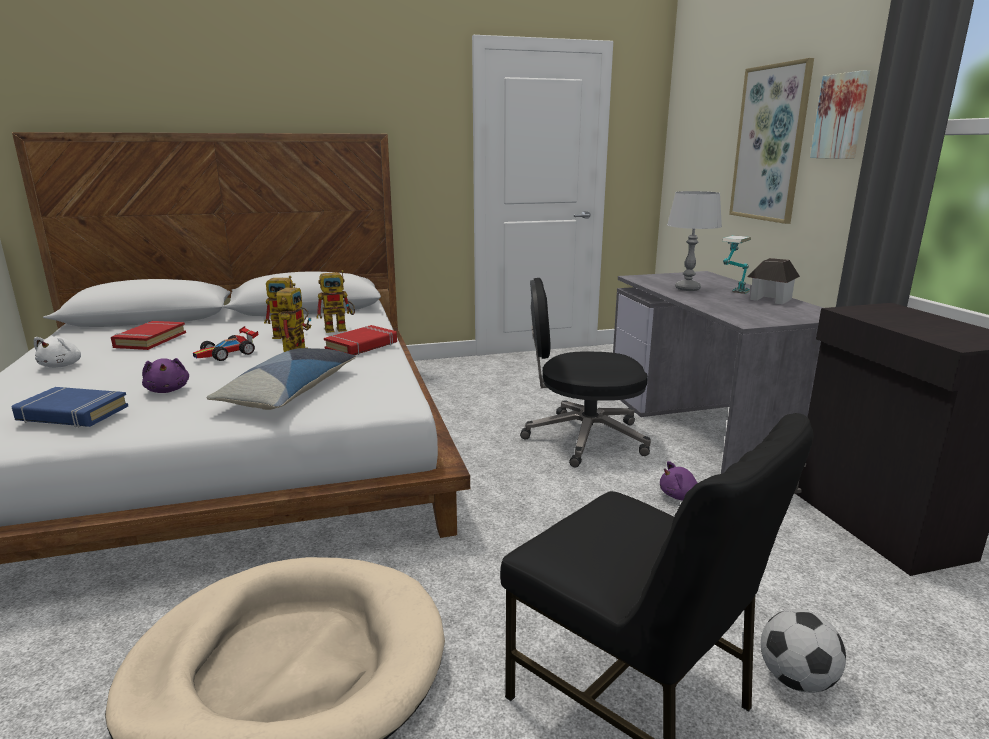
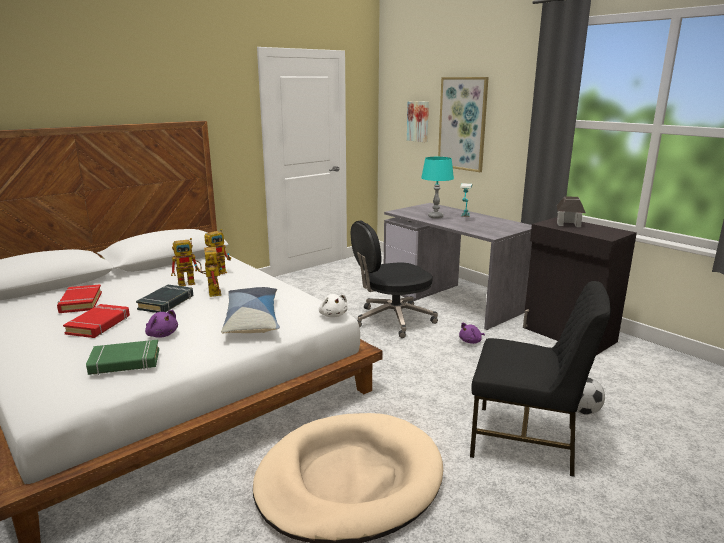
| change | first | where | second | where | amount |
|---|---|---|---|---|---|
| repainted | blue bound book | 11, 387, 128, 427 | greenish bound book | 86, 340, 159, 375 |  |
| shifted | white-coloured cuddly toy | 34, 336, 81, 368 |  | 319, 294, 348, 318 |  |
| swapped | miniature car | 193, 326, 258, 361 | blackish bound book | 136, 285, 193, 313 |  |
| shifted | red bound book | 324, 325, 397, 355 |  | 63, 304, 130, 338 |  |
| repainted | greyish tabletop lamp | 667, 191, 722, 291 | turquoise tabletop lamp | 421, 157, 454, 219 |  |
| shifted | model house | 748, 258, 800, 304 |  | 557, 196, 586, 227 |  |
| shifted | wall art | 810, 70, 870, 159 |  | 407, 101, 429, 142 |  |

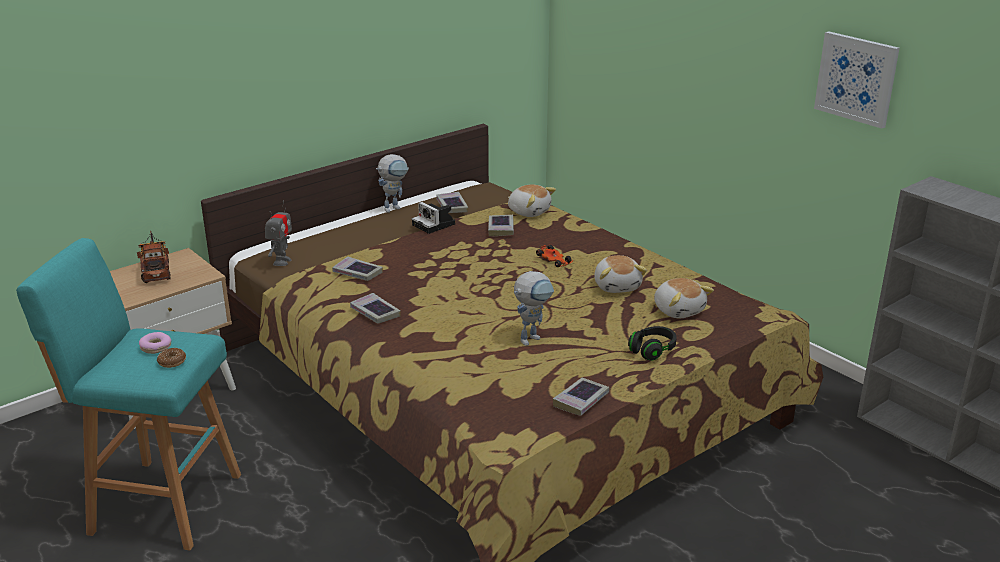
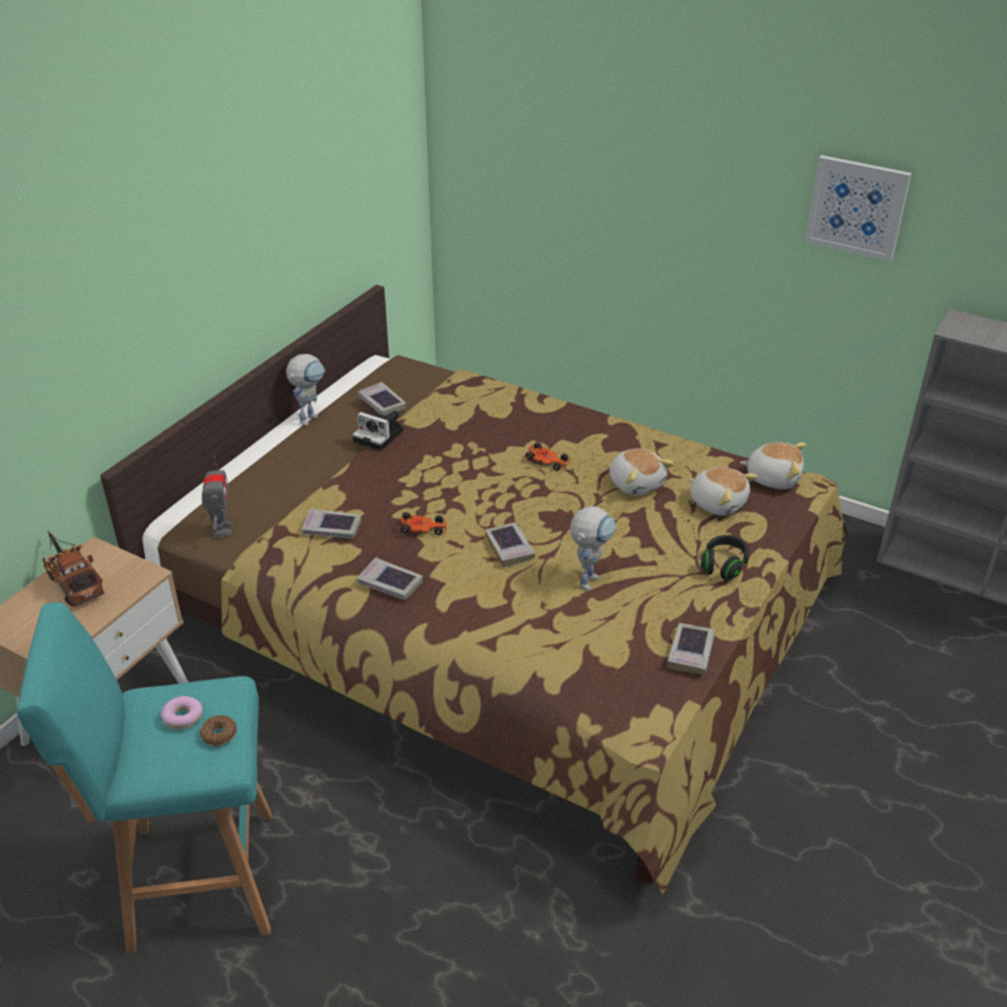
| change | first | where | second | where | amount |
|---|---|---|---|---|---|
| shifted | bound book | 488, 215, 514, 236 |  | 485, 522, 535, 567 |  |
| shifted | cuddly toy | 508, 184, 556, 217 |  | 740, 442, 806, 489 |  |
| new |  |  | miniature car | 401, 512, 447, 535 |  |

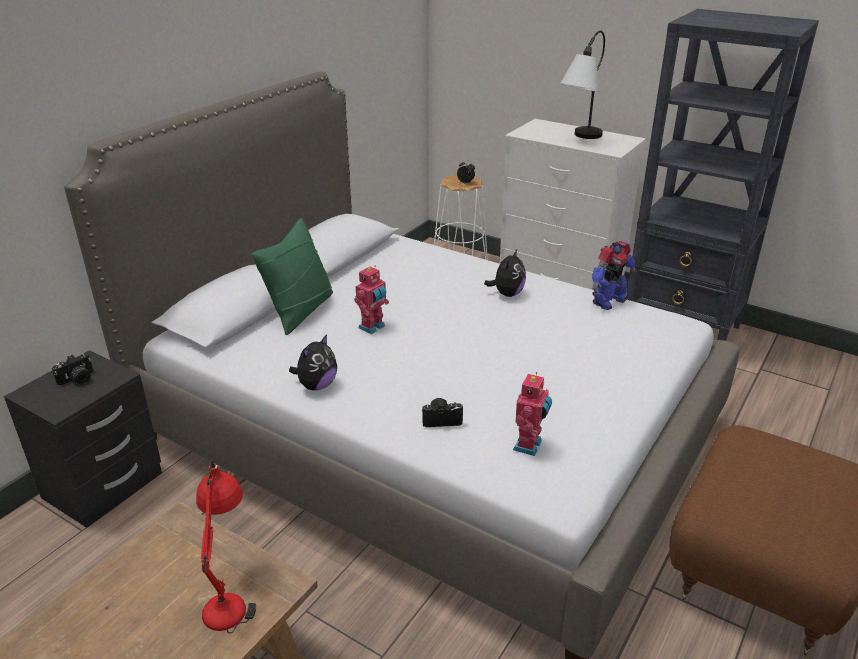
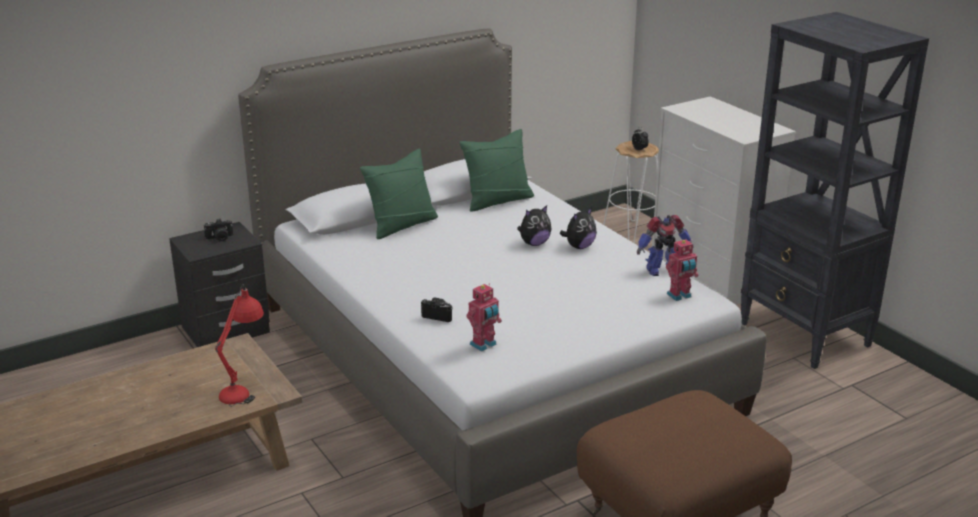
| change | first | where | second | where | amount |
|---|---|---|---|---|---|
| shifted | cuddly toy | 289, 335, 337, 390 |  | 517, 205, 551, 246 |  |
| shifted | model robot | 354, 266, 389, 334 |  | 666, 239, 698, 301 |  |
| gone | tabletop lamp | 560, 30, 605, 139 |  |  |  |
| new |  |  | greenish throw pillow | 459, 129, 534, 211 |  |

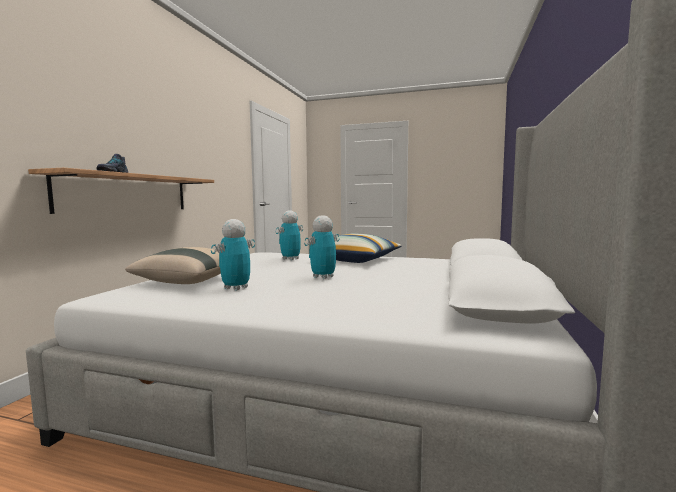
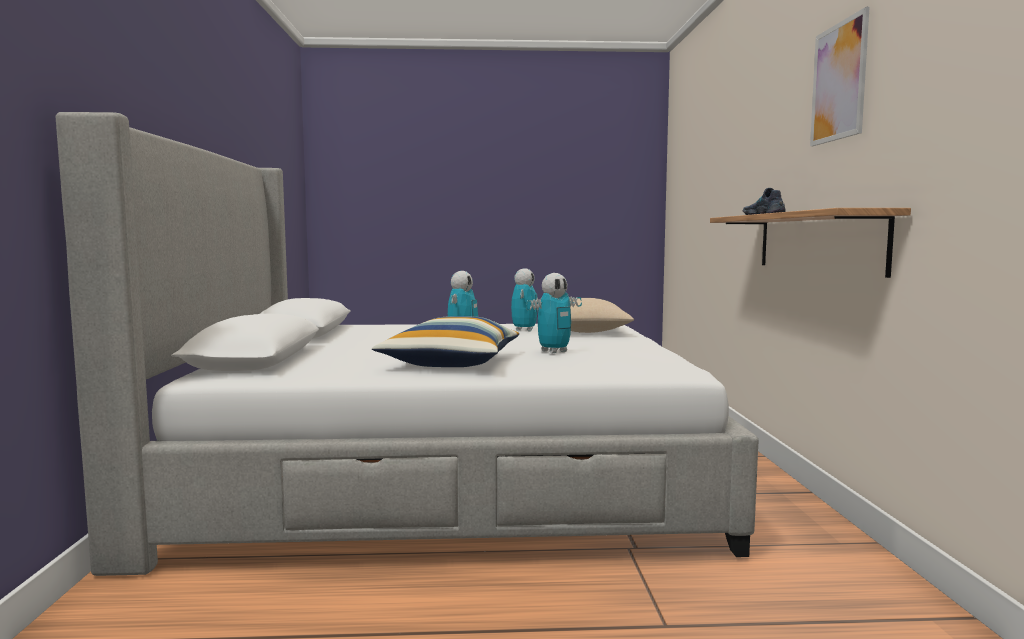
| change | first | where | second | where | amount |
|---|---|---|---|---|---|
| rotated | model robot | 276, 210, 303, 260 |  | 526, 273, 582, 353 | 45 degrees clockwise |
| new |  |  | wall art | 810, 7, 870, 146 |  |

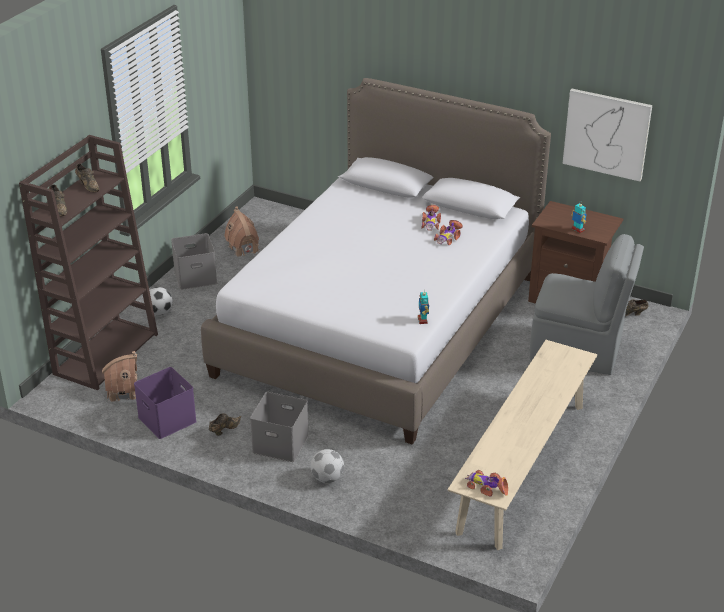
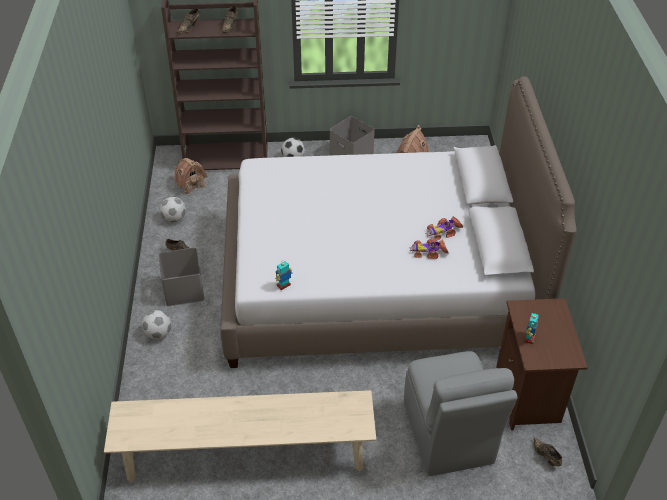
| change | first | where | second | where | amount |
|---|---|---|---|---|---|
| swapped | purple-coloured storage container | 134, 367, 197, 439 | football | 160, 197, 186, 223 |  |
| gone | miniature car | 465, 470, 508, 496 |  |  |  |
| gone | wall art | 563, 89, 652, 182 |  |  |  |

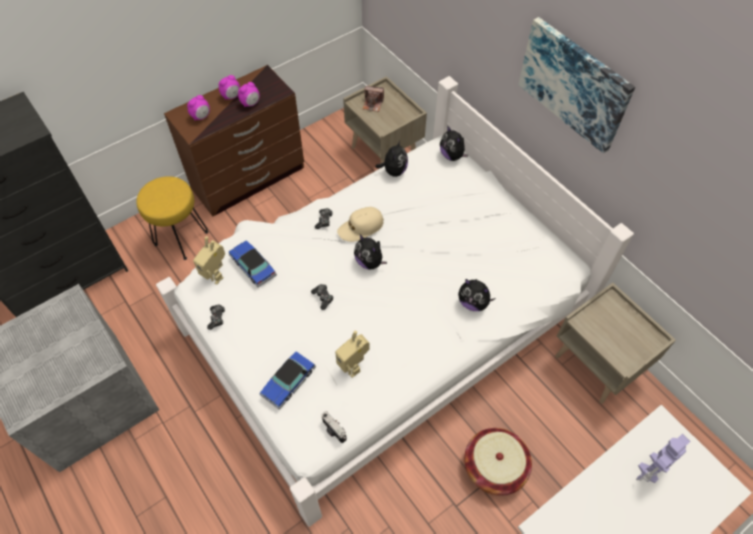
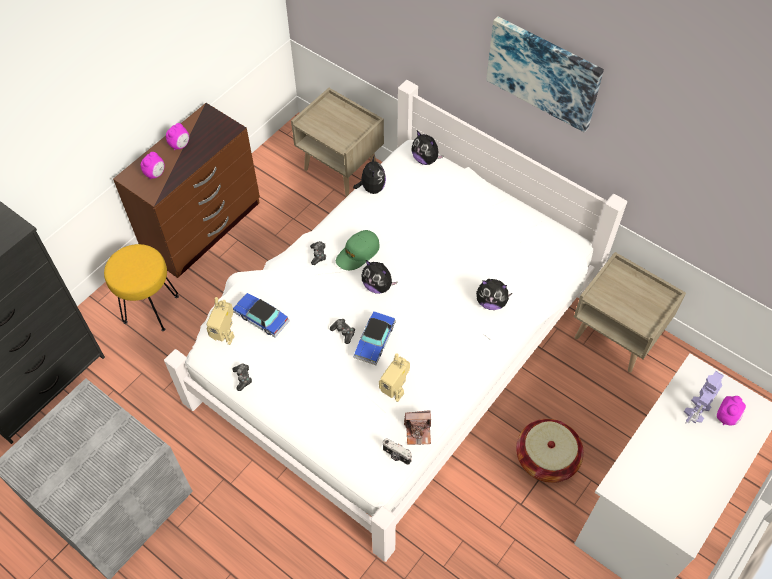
| change | first | where | second | where | amount |
|---|---|---|---|---|---|
| shifted | bedside clock | 238, 82, 260, 107 |  | 717, 396, 746, 426 |  |
| shifted | miniature car | 260, 351, 316, 410 |  | 353, 311, 396, 365 |  |
| repainted | beige peaked cap | 337, 207, 384, 242 | greenish peaked cap | 336, 230, 380, 270 |  |
| shifted | photo camera | 363, 86, 384, 112 |  | 404, 410, 431, 445 |  |

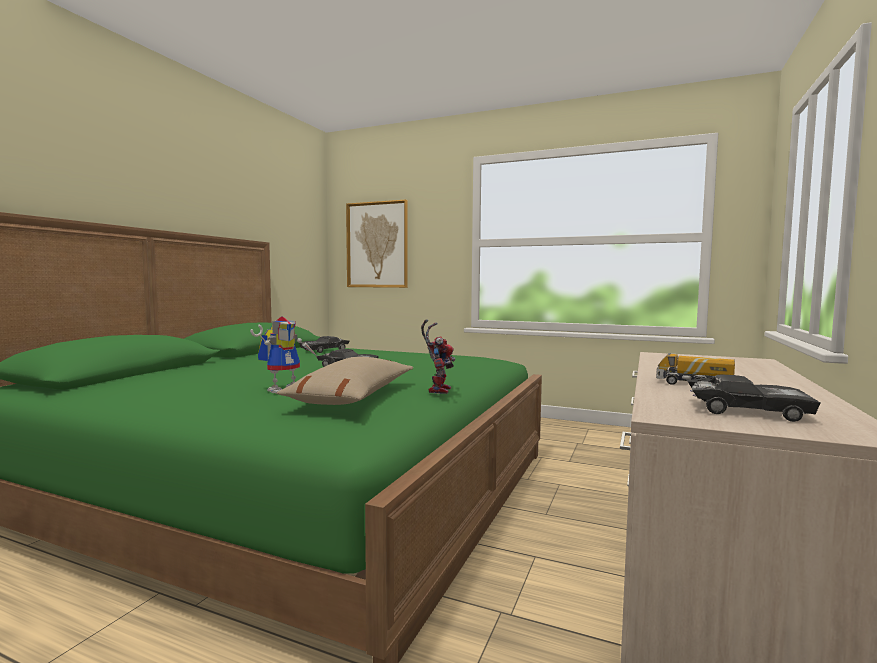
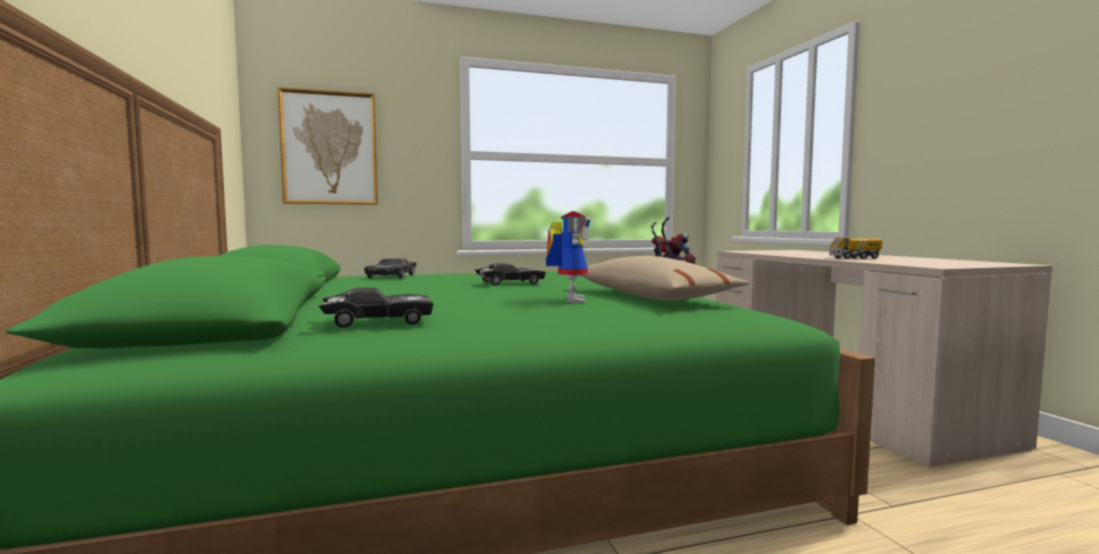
| change | first | where | second | where | amount |
|---|---|---|---|---|---|
| shifted | blackish miniature car | 687, 374, 820, 422 |  | 319, 287, 434, 328 |  |

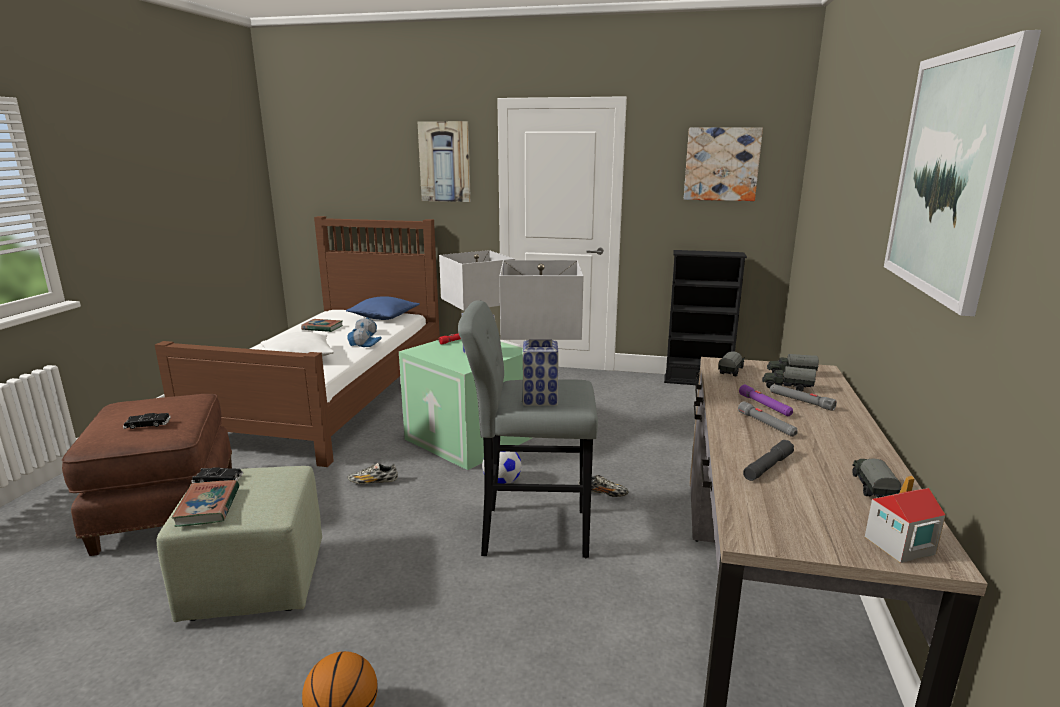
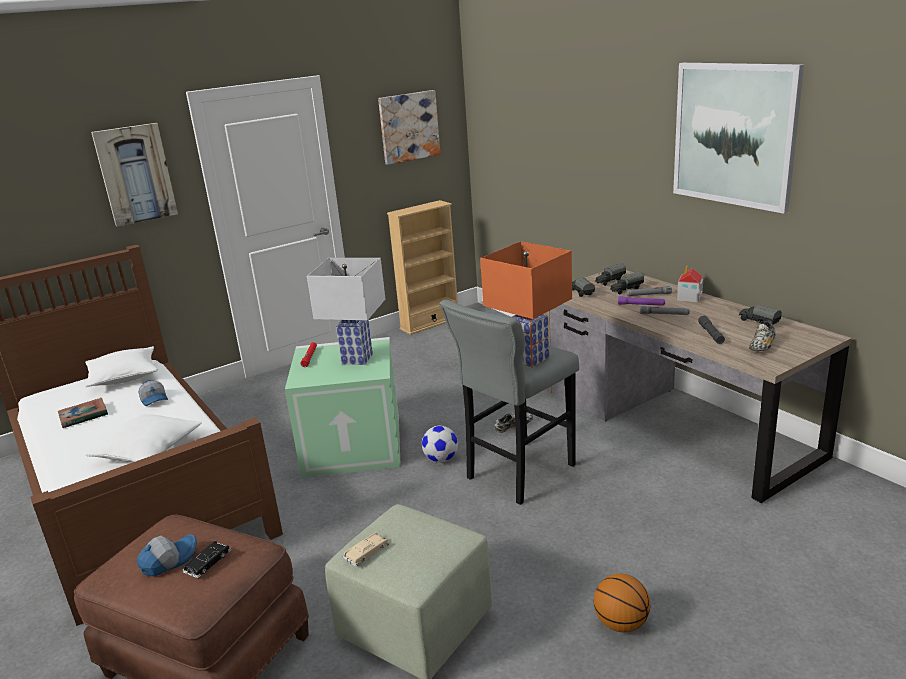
| change | first | where | second | where | amount |
|---|---|---|---|---|---|
| gone | bound book | 172, 480, 239, 527 |  |  |  |
| repainted | blackish miniature car | 192, 468, 243, 483 | beige miniature car | 343, 532, 390, 567 |  |
| repainted | blue throw pillow | 346, 296, 420, 320 | white-coloured throw pillow | 85, 346, 158, 387 |  |
| shifted | peaked cap | 347, 328, 382, 347 |  | 137, 534, 197, 576 |  |
| shifted | shoe | 347, 463, 398, 484 |  | 749, 321, 776, 351 |  |
| repainted | white-coloured tabletop lamp | 499, 260, 584, 406 | orangey tabletop lamp | 480, 241, 572, 367 |  |
| repainted | blackish bookcase | 664, 250, 747, 385 | beige bookcase | 387, 200, 458, 335 |  |
| shifted | model house | 865, 476, 946, 563 |  | 677, 265, 703, 302 |  |

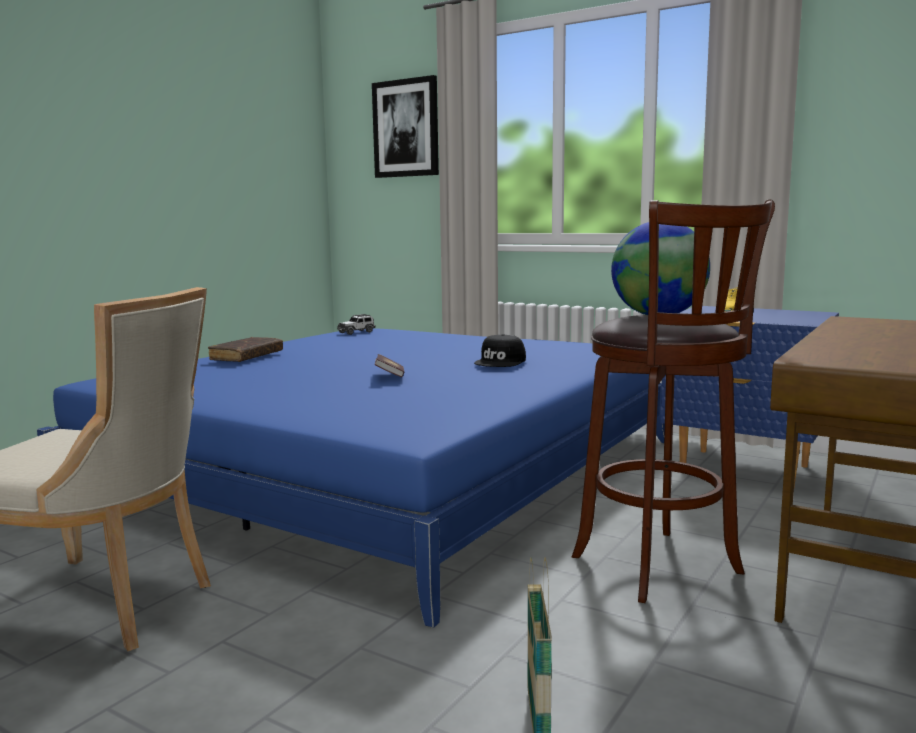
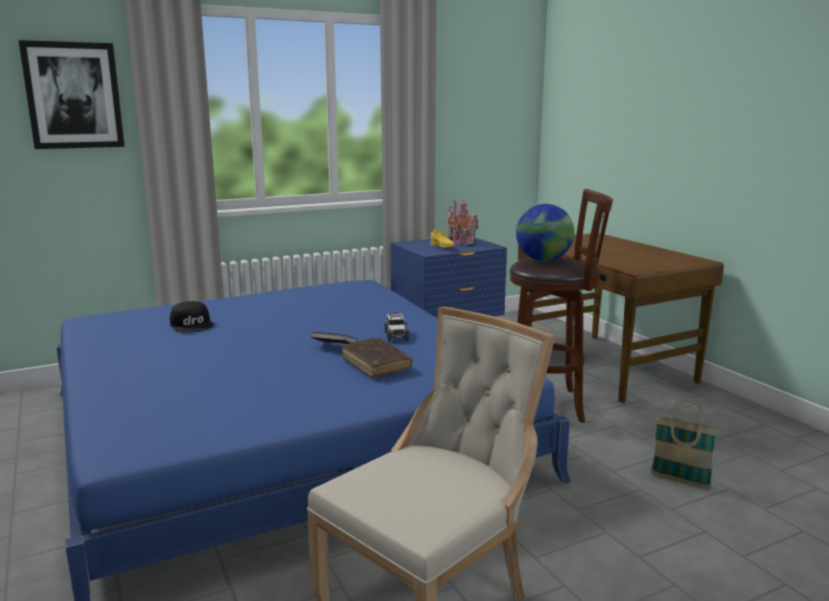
| change | first | where | second | where | amount |
|---|---|---|---|---|---|
| shifted | brown bound book | 208, 337, 283, 362 |  | 342, 338, 413, 378 |  |
| shifted | miniature car | 337, 314, 376, 335 |  | 384, 313, 409, 341 |  |
| shifted | blackish peaked cap | 474, 334, 526, 367 |  | 170, 301, 214, 332 |  |
| new |  |  | model house | 447, 199, 478, 245 |  |

